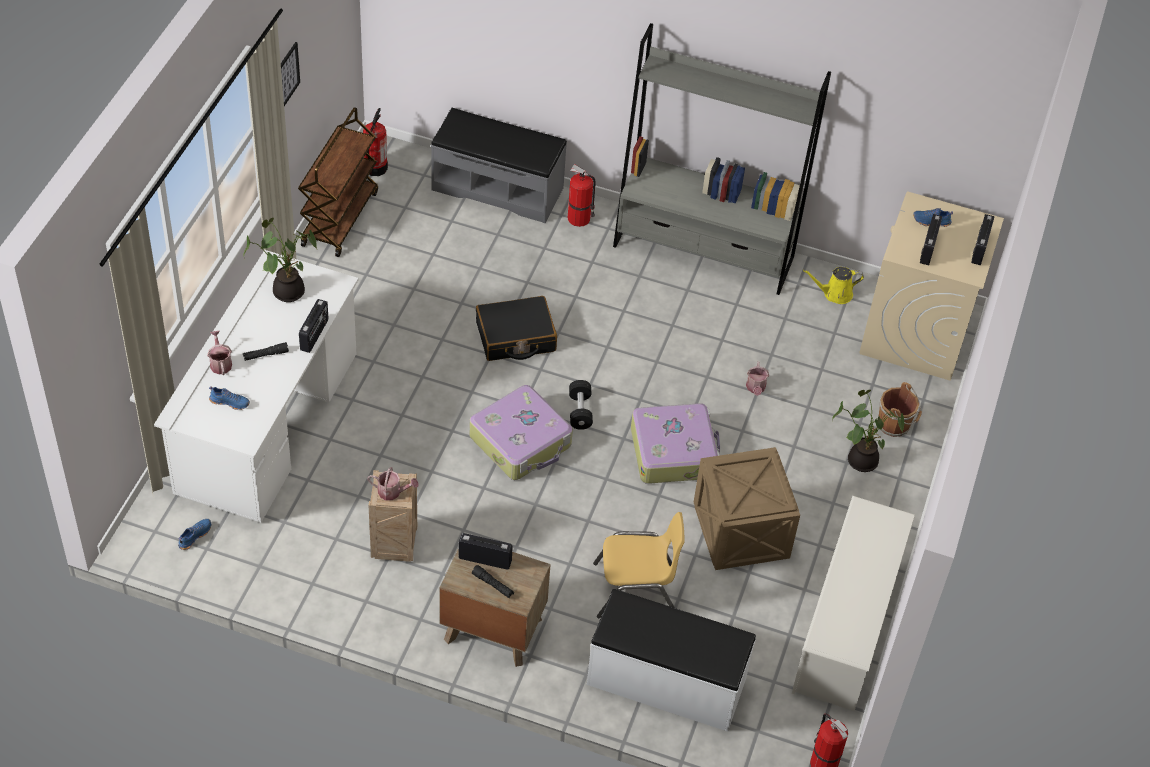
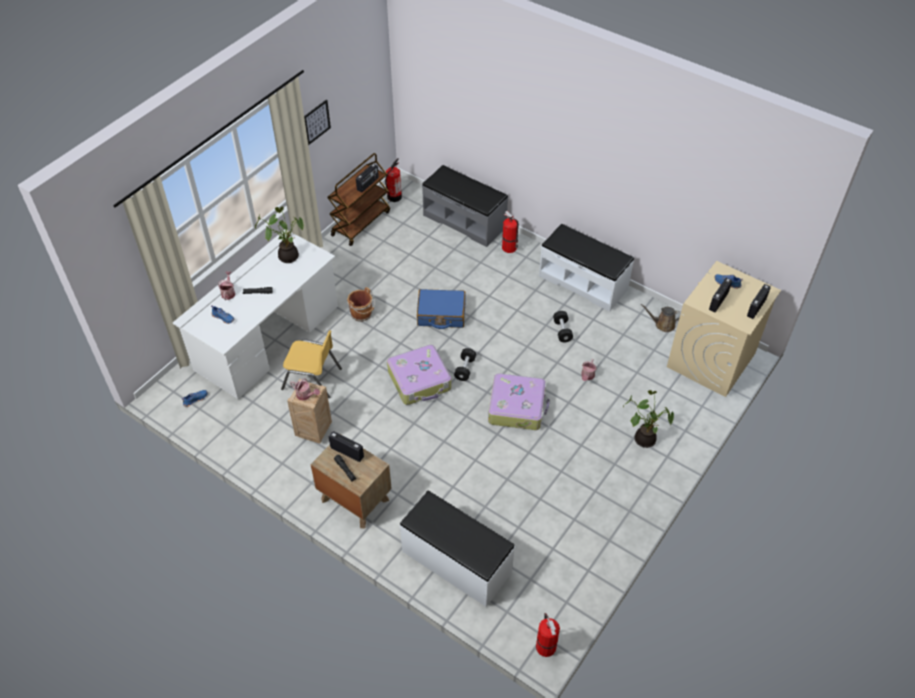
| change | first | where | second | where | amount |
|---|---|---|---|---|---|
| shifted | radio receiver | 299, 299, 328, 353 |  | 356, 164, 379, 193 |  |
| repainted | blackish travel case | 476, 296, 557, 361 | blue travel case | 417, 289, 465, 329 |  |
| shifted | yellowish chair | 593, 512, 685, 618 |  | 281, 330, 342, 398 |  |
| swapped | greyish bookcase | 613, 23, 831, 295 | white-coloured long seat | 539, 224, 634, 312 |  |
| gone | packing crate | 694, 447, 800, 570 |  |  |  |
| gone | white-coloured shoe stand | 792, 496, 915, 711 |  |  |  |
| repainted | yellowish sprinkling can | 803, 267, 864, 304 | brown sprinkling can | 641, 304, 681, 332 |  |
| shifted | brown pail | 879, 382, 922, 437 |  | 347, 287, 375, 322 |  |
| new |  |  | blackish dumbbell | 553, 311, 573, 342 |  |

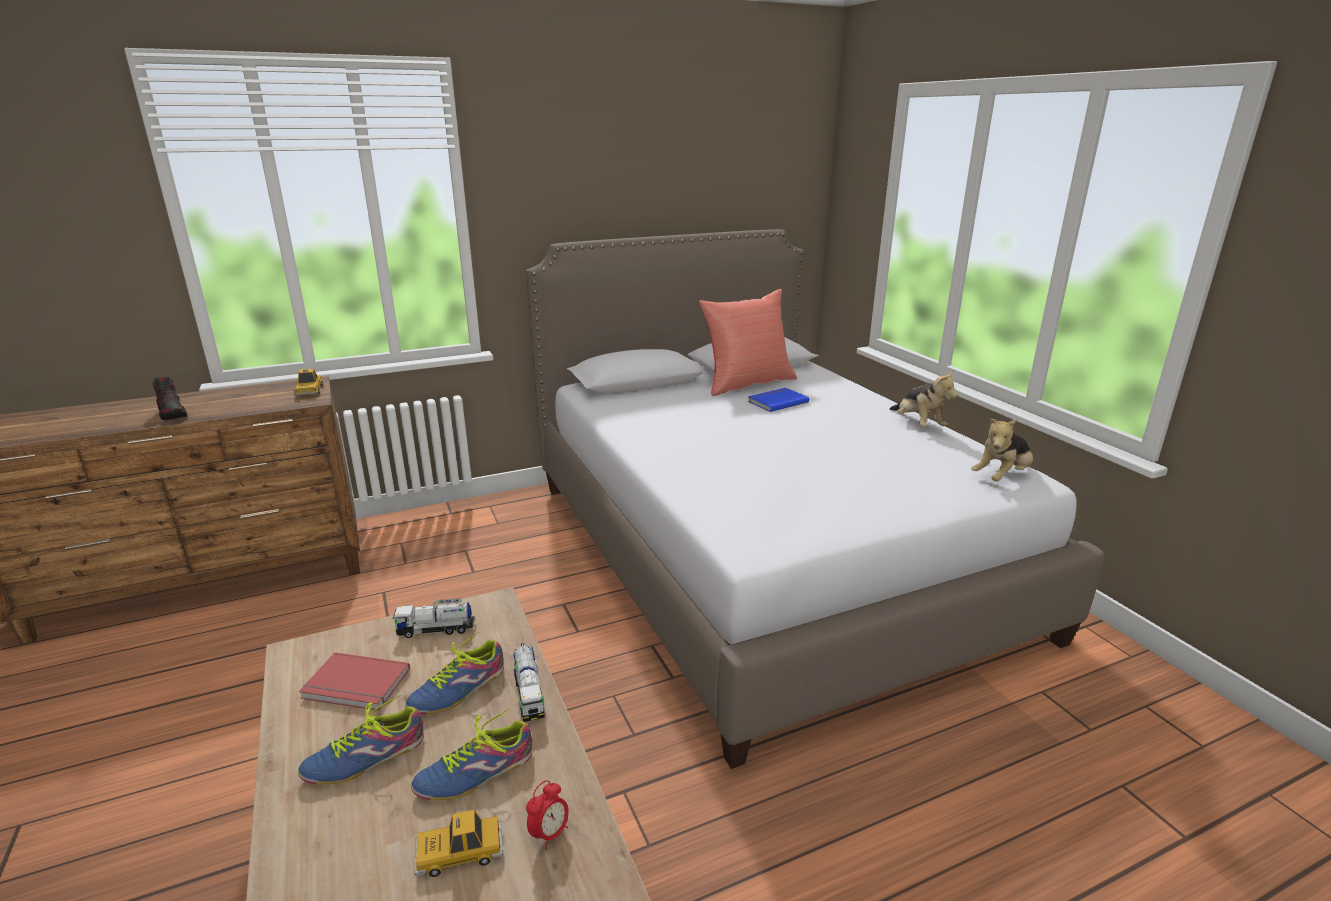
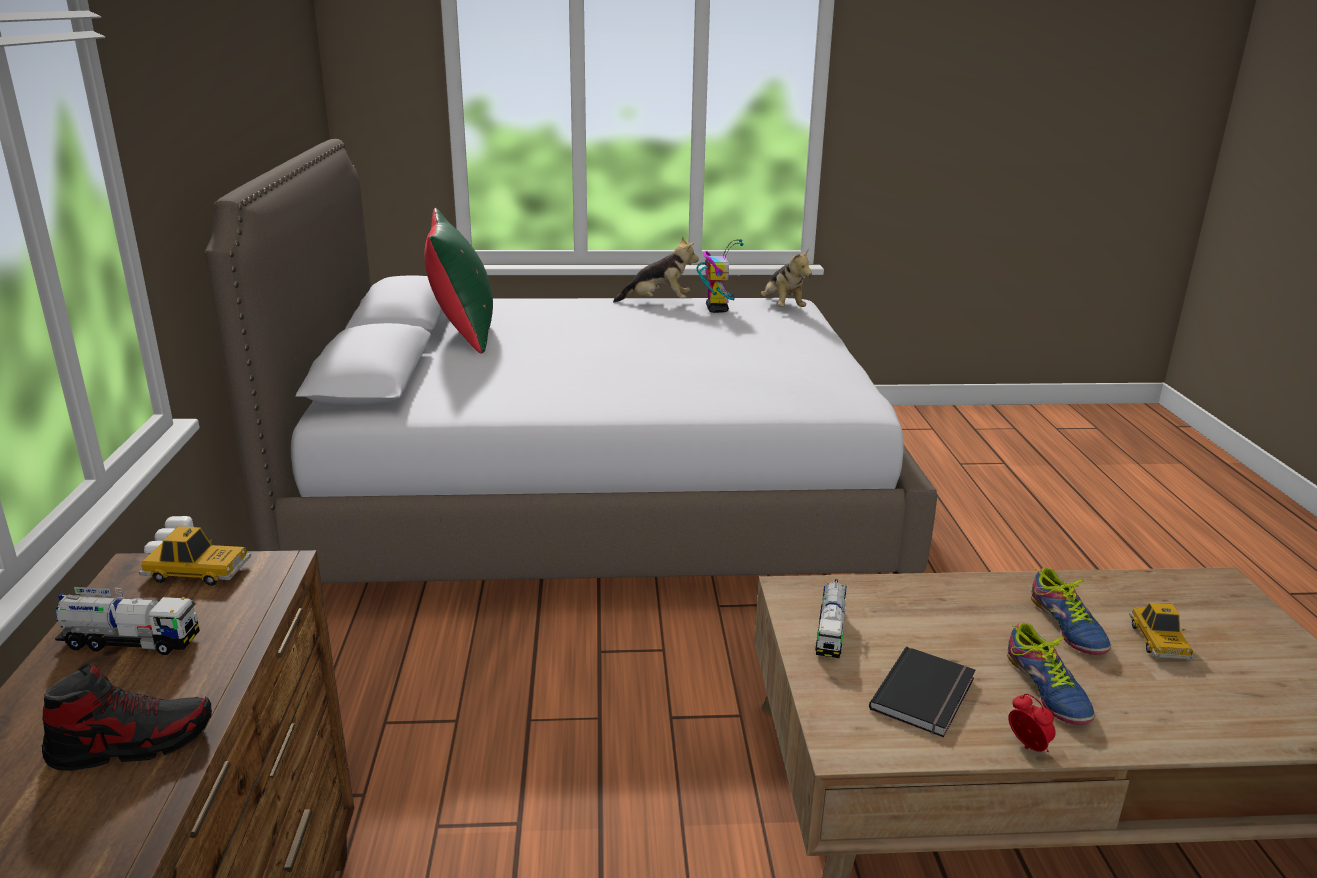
| change | first | where | second | where | amount |
|---|---|---|---|---|---|
| repainted | red bound book | 299, 652, 410, 711 | blackish bound book | 869, 646, 975, 737 |  |
| gone | shoe | 405, 631, 504, 715 |  |  |  |
| shifted | toy lorry | 513, 643, 545, 722 |  | 55, 587, 200, 655 |  |
| shifted | bedside clock | 526, 780, 569, 849 |  | 1008, 694, 1056, 752 |  |
| repainted | red throw pillow | 699, 289, 797, 396 | greenish throw pillow | 424, 208, 493, 354 |  |
| gone | blue bound book | 748, 388, 809, 412 |  |  |  |
| new |  |  | model robot | 696, 239, 743, 313 |  |

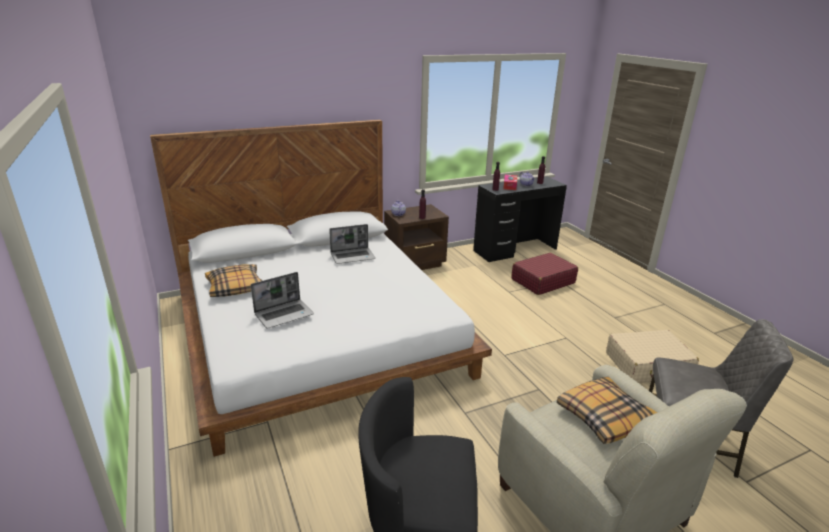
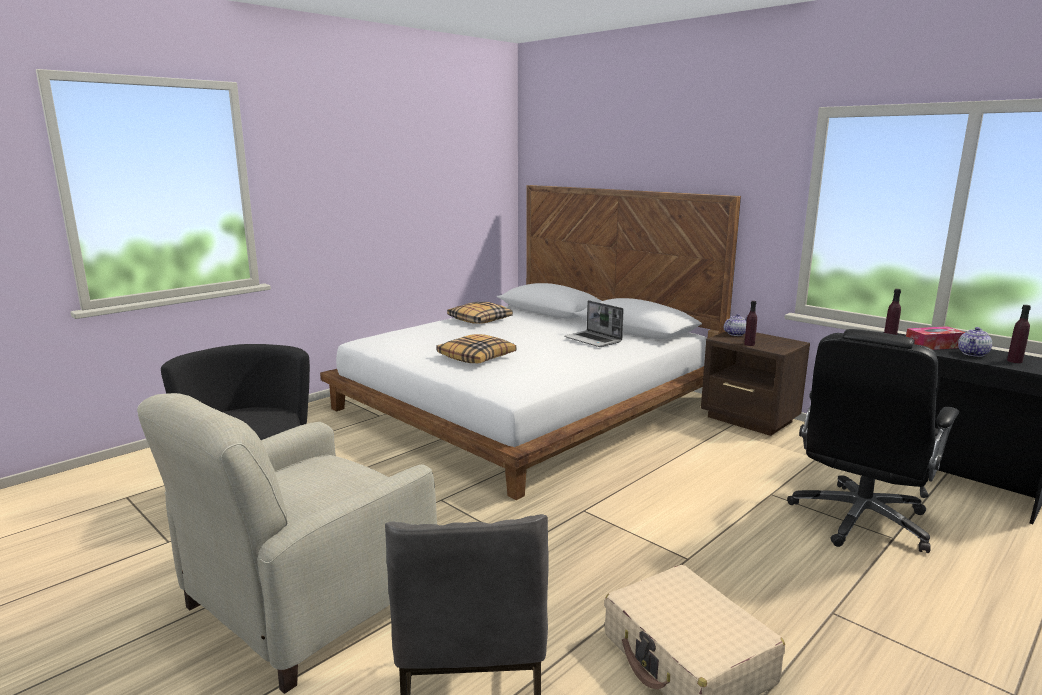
| change | first | where | second | where | amount |
|---|---|---|---|---|---|
| gone | portable computer | 251, 272, 314, 329 |  |  |  |
| swapped | red travel case | 511, 253, 578, 295 | blackish office chair | 787, 329, 959, 553 |  |
| shifted | throw pillow | 557, 377, 657, 444 |  | 436, 334, 516, 363 |  |

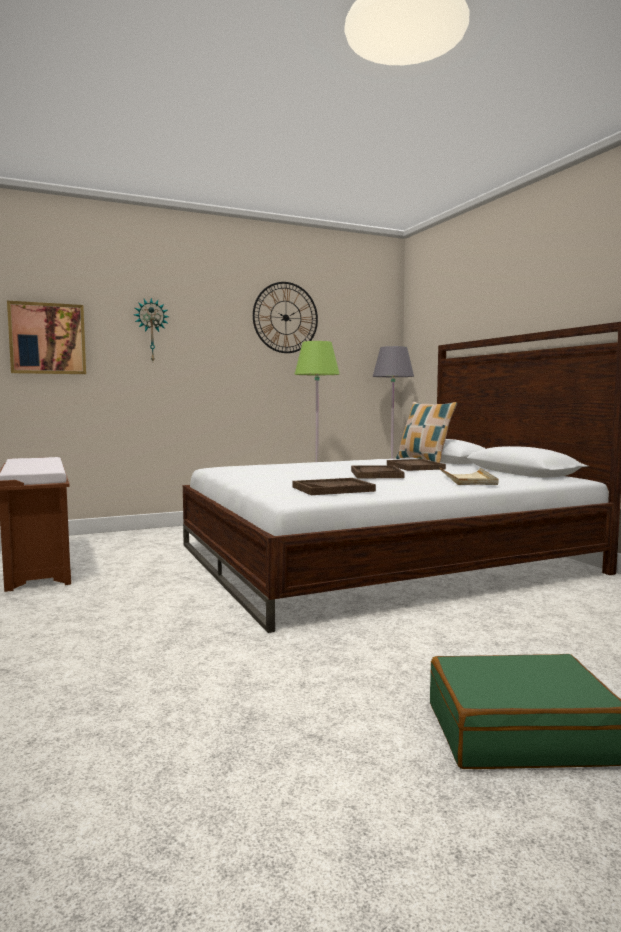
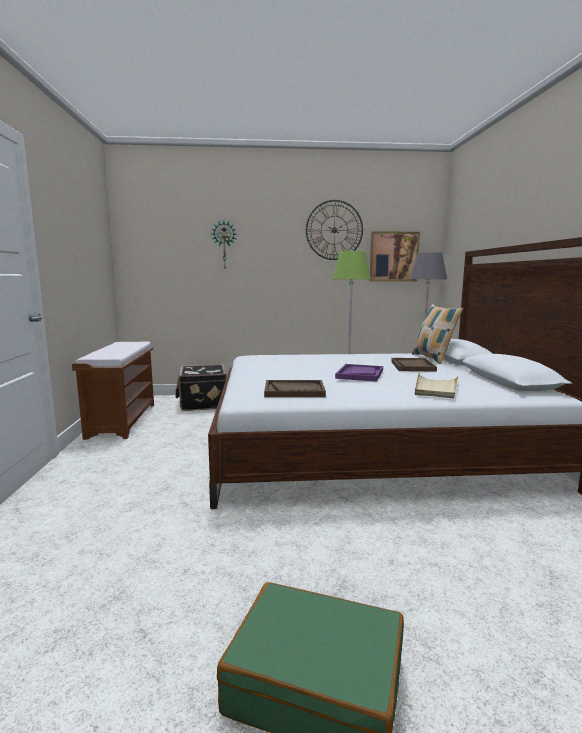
| change | first | where | second | where | amount |
|---|---|---|---|---|---|
| shifted | wall art | 7, 301, 86, 374 |  | 370, 231, 420, 281 |  |
| repainted | brown carrying tray | 351, 465, 404, 478 | purple-coloured carrying tray | 335, 364, 383, 382 |  |
| new |  |  | blackish travel case | 175, 364, 227, 411 |  |

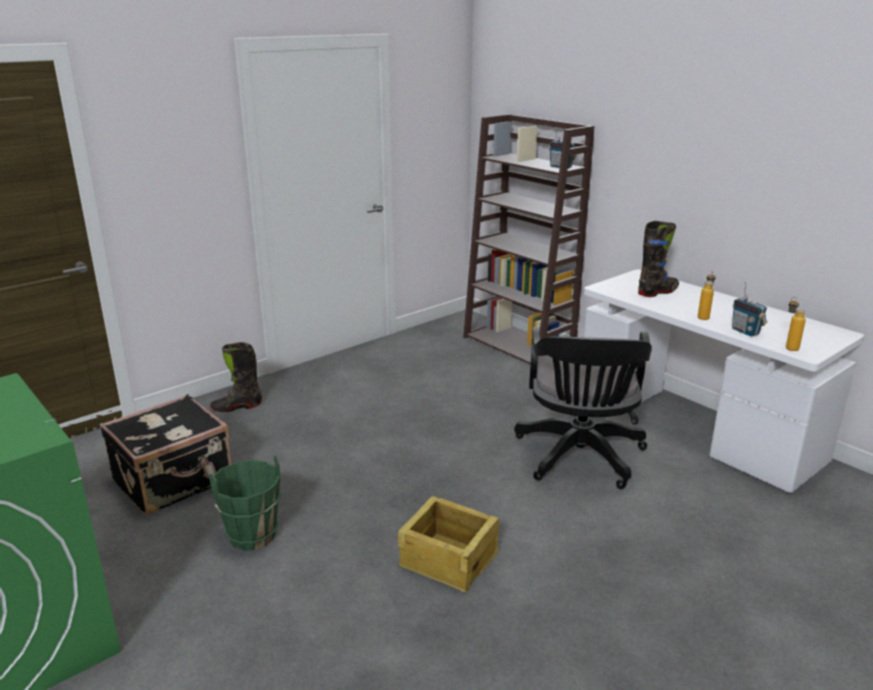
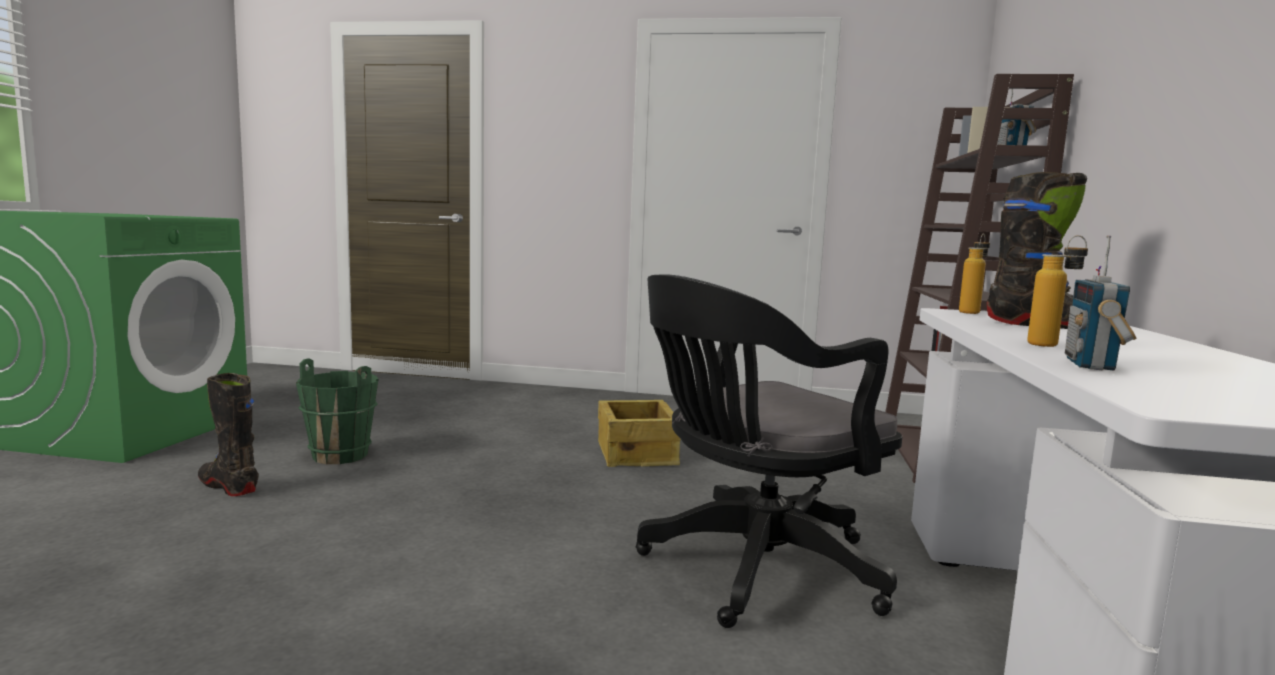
| change | first | where | second | where | amount |
|---|---|---|---|---|---|
| gone | blackish travel case | 100, 394, 232, 515 |  |  |  |
| shifted | blackish boot | 210, 342, 262, 412 |  | 198, 373, 259, 496 |  |
| shifted | packing crate | 398, 496, 499, 592 |  | 598, 400, 681, 467 |  |
| shifted | beverage bottle | 786, 297, 806, 351 |  | 959, 233, 990, 314 |  |

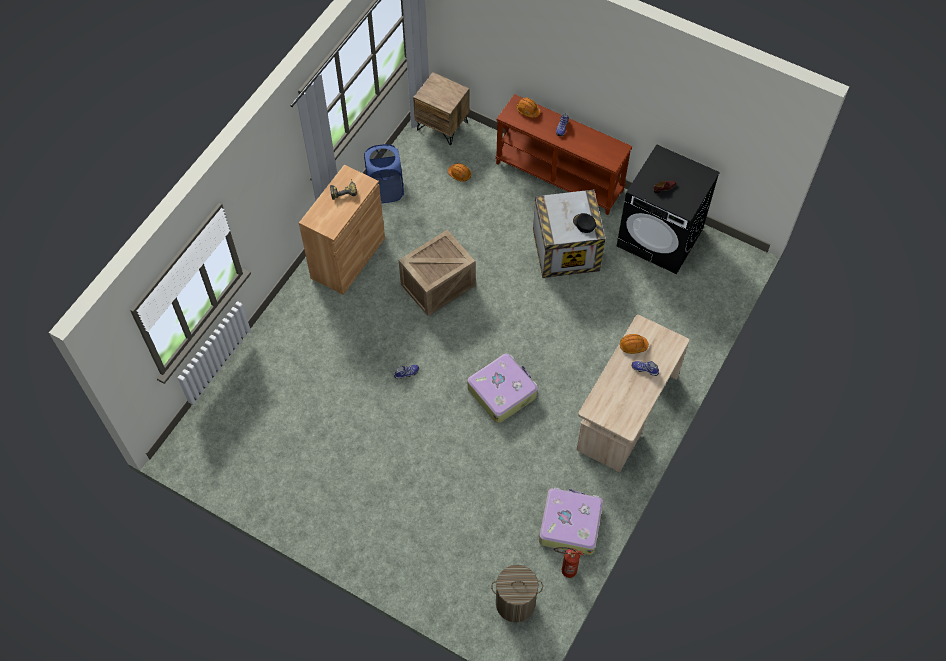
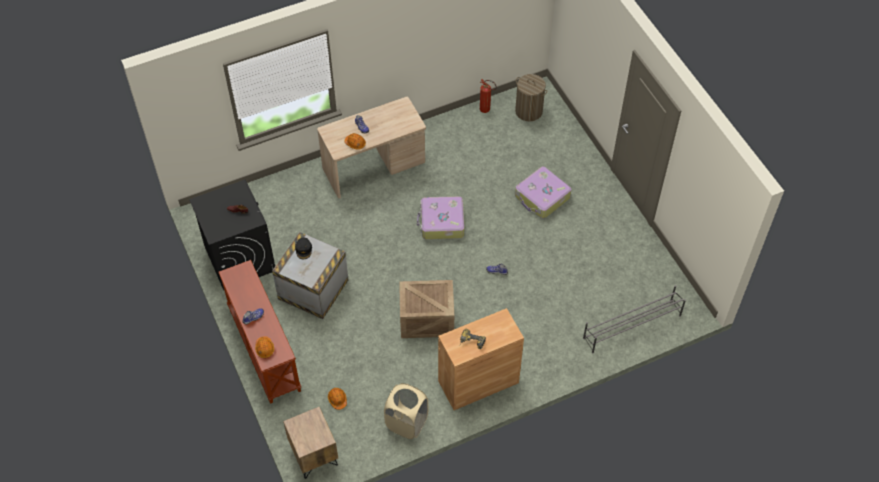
| change | first | where | second | where | amount |
|---|---|---|---|---|---|
| repainted | blue washing basket | 364, 144, 404, 203 | beige washing basket | 384, 383, 428, 439 |  |
| shifted | travel case | 539, 487, 603, 555 |  | 515, 166, 572, 218 |  |
| new |  |  | greyish shoe stand | 583, 285, 686, 354 |  |

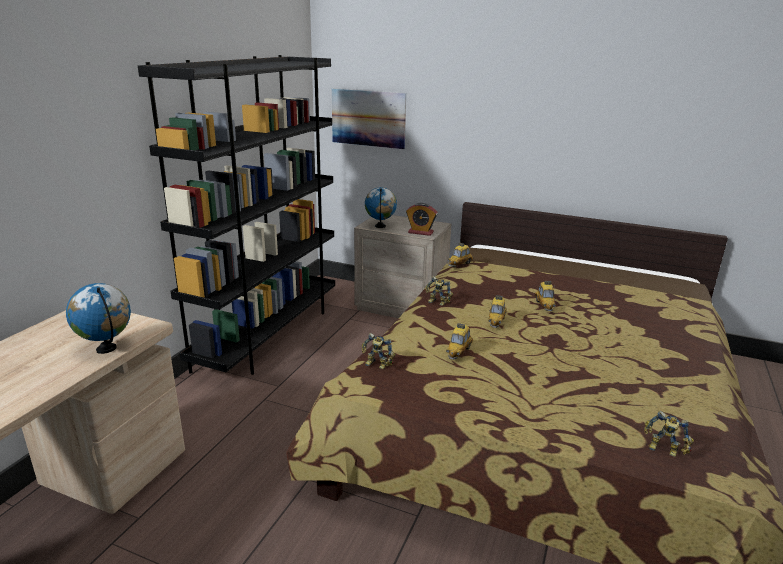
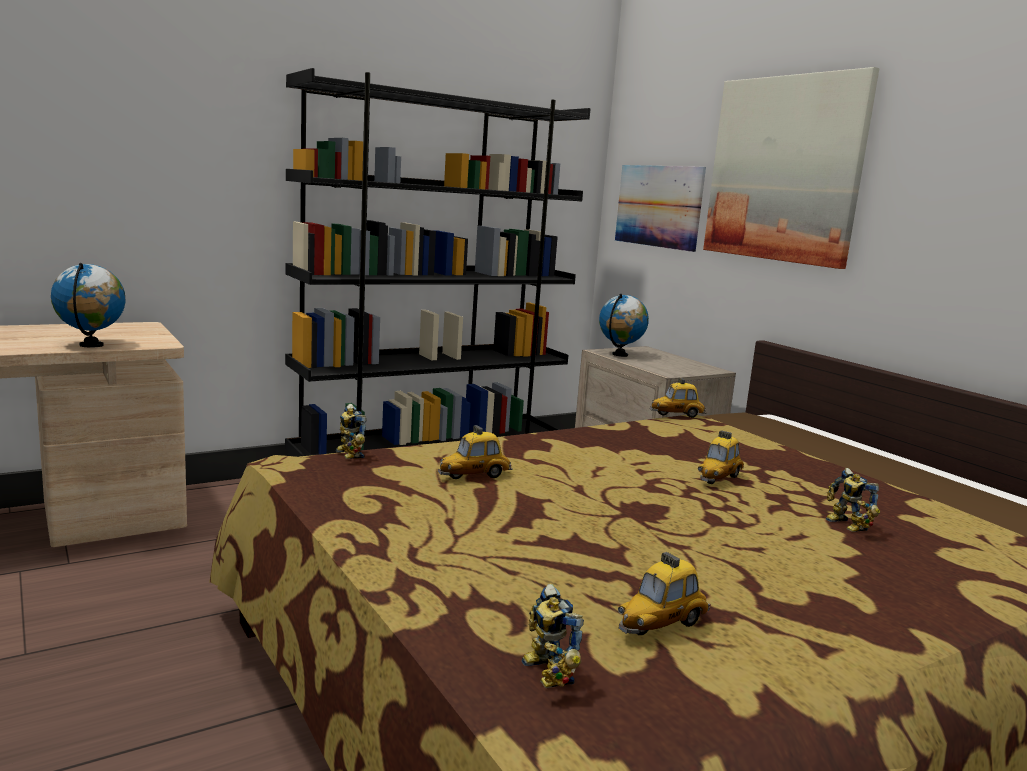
| change | first | where | second | where | amount |
|---|---|---|---|---|---|
| gone | bedside clock | 406, 203, 438, 236 |  |  |  |
| shifted | model robot | 426, 276, 453, 306 |  | 826, 468, 880, 532 |  |
| shifted | miniature car | 488, 295, 507, 328 |  | 618, 552, 711, 635 |  |
| new |  |  | wall art | 703, 67, 880, 269 |  |

